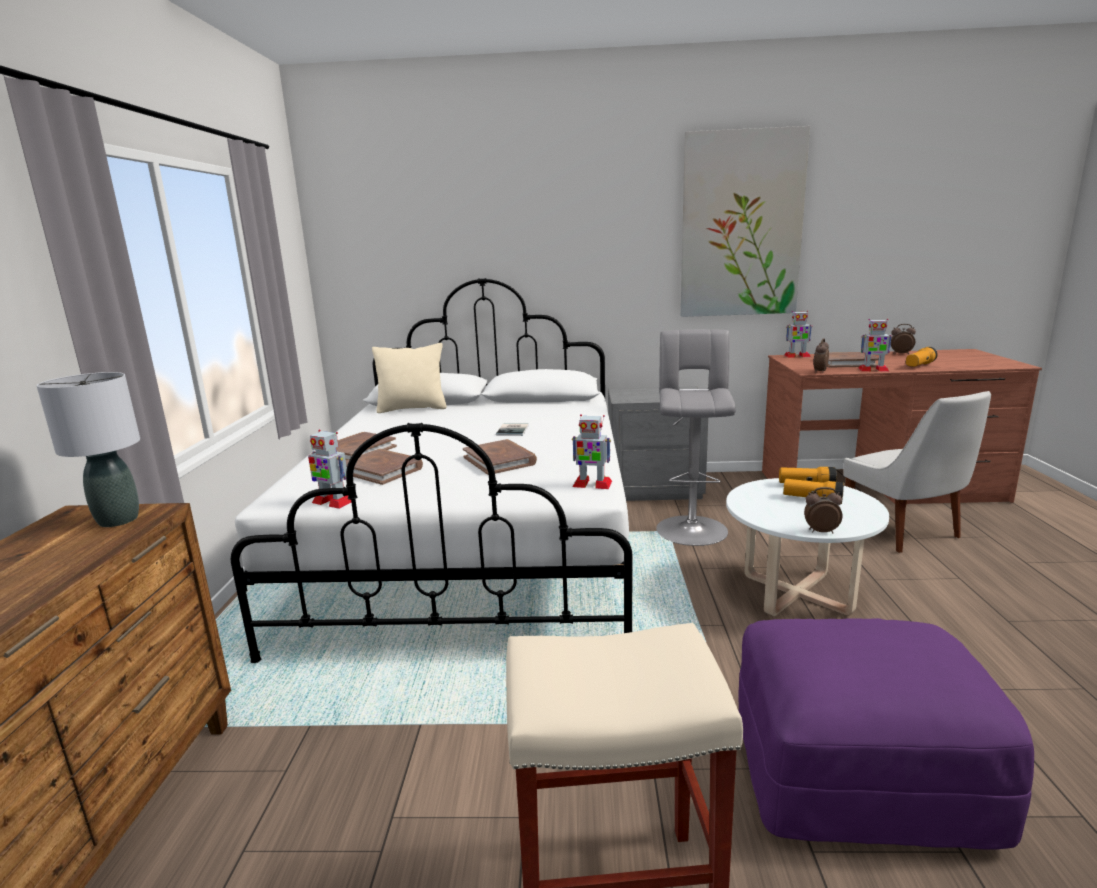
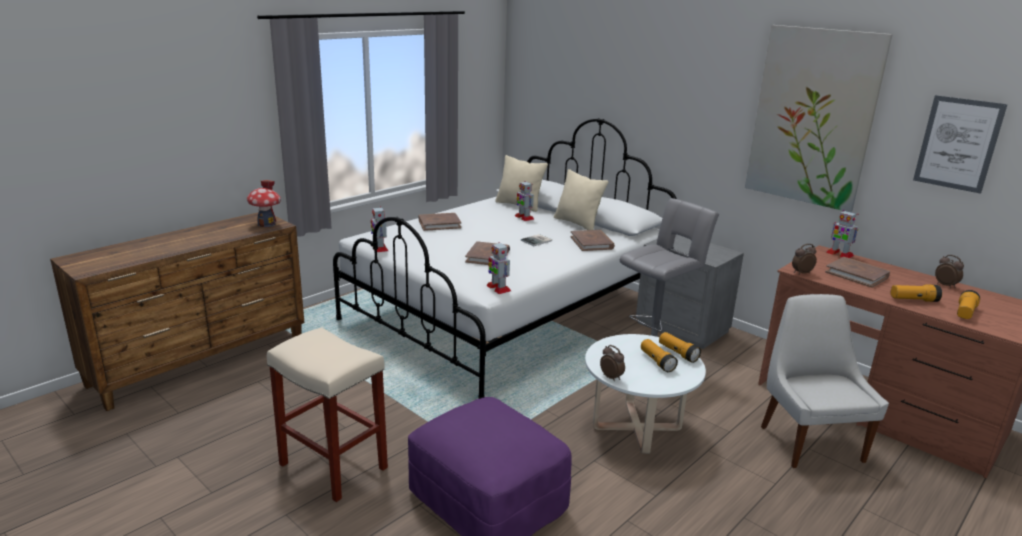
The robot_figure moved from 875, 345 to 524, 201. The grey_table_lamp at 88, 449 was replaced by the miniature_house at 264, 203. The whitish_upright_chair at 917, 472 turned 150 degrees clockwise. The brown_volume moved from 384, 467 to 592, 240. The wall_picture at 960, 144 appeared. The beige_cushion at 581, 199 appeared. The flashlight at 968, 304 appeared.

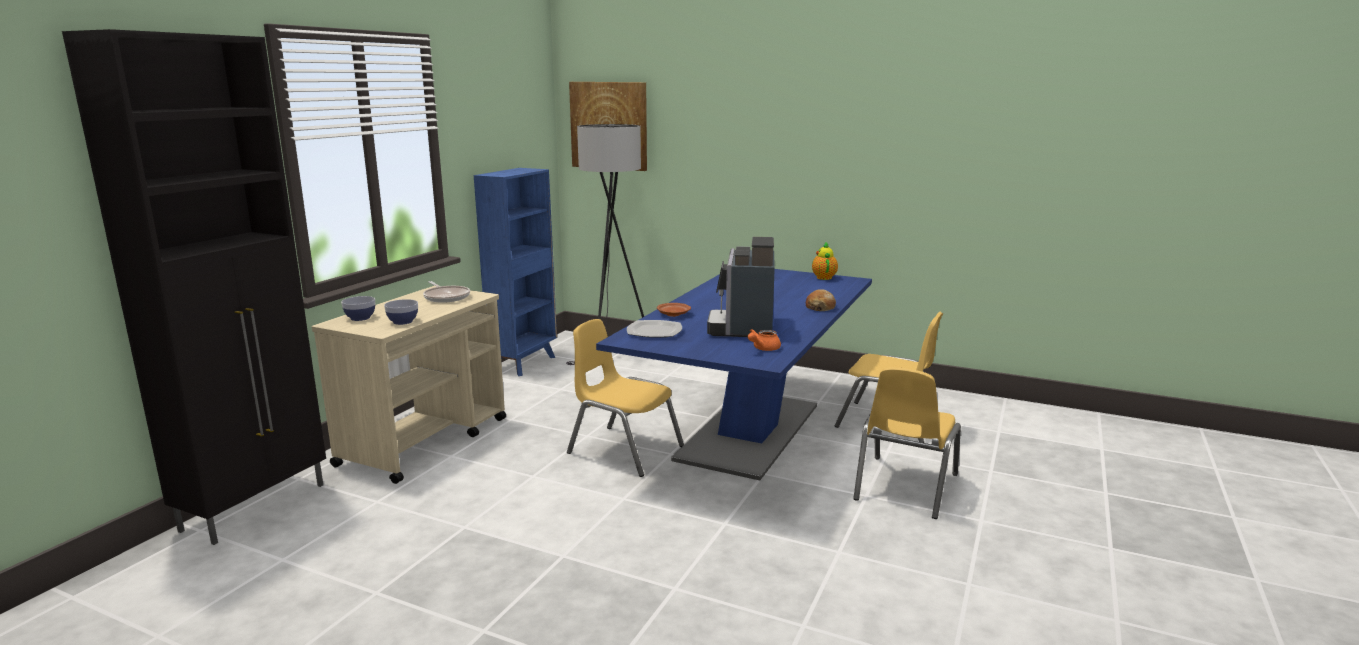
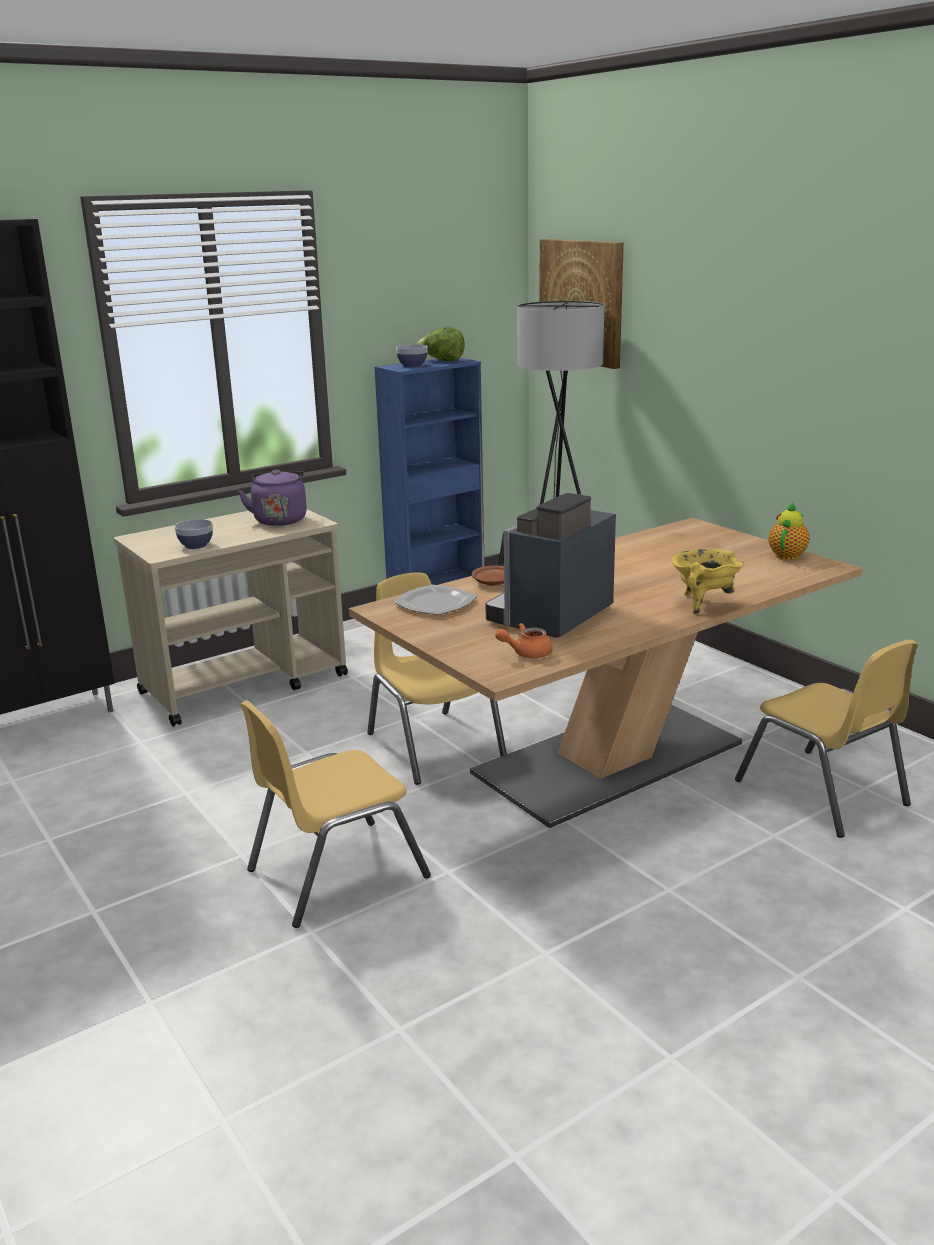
The blue_dining_table at 734, 374 became the beige_dining_table at 605, 673. The frying_pan at 446, 292 was replaced by the purple-coloured_tea_kettle at 272, 498. The baked_bread at 821, 300 was replaced by the yellowish_cooking_pot at 708, 581. The serving_bowl moved from 358, 308 to 412, 356. The yellowish_upright_chair moved from 907, 443 to 335, 814. The head_of_lettuce at 441, 344 appeared.

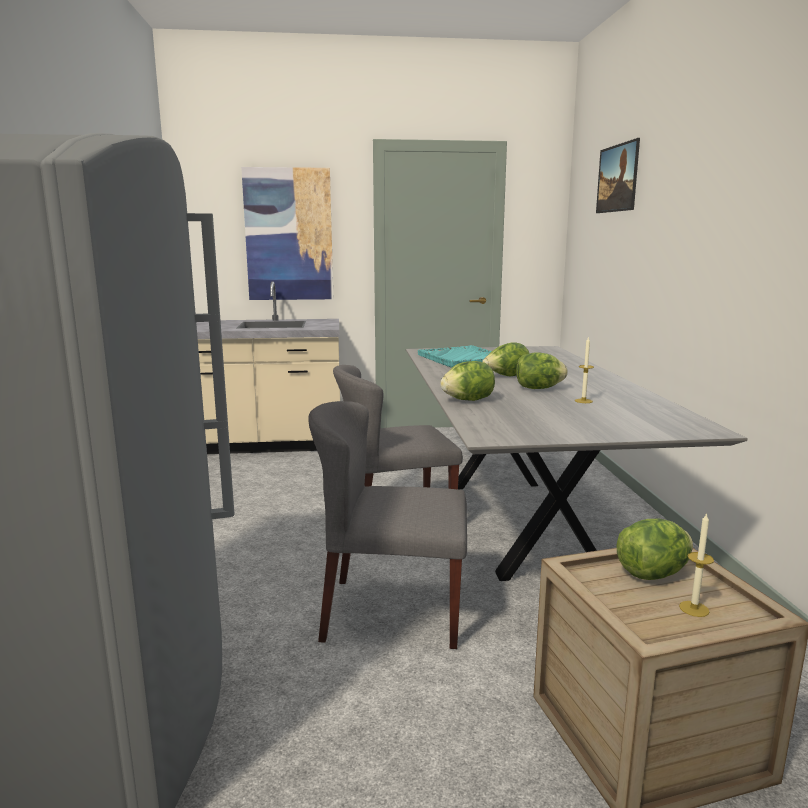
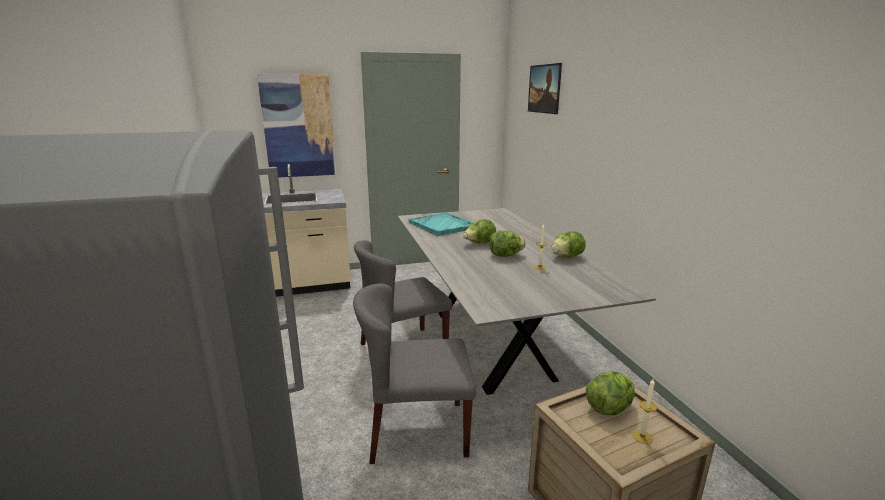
The head_of_lettuce moved from 467, 381 to 568, 244.

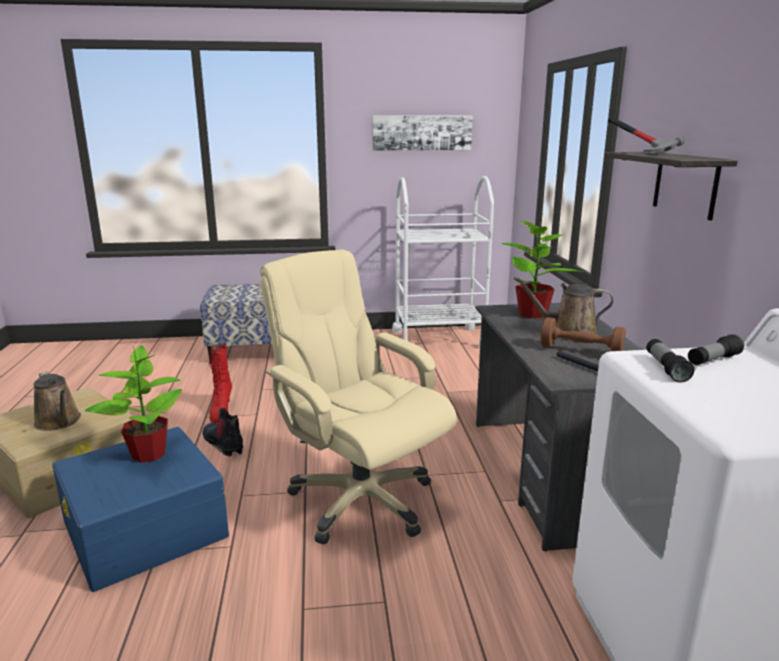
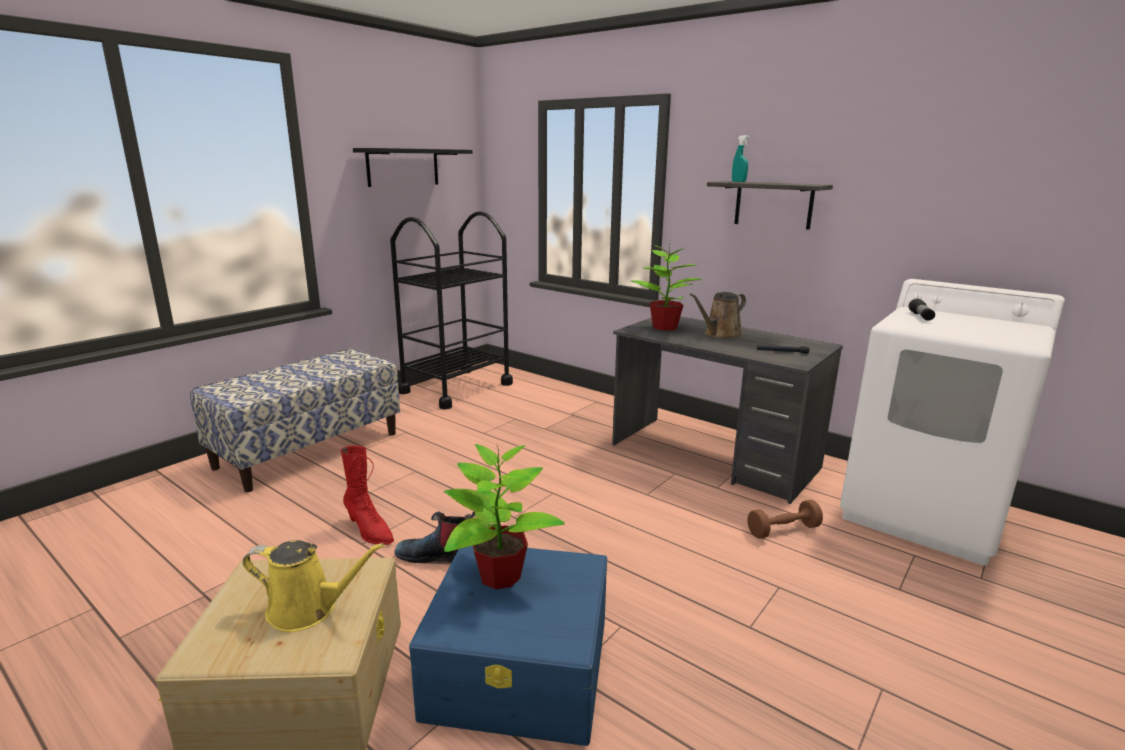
The wall_picture at 422, 133 was replaced by the blackish_shelf at 412, 167. The hand_hammer at 646, 136 was replaced by the turquoise_hand_sprayer at 740, 158. The whitish_cart at 443, 262 became the blackish_cart at 451, 310. The beige_desk_chair at 358, 397 disappeared. The brown_dumbbell moved from 583, 334 to 785, 519. The flashlight at 670, 361 disappeared. The brown_sprinkling_can at 57, 401 became the yellowish_sprinkling_can at 314, 586.

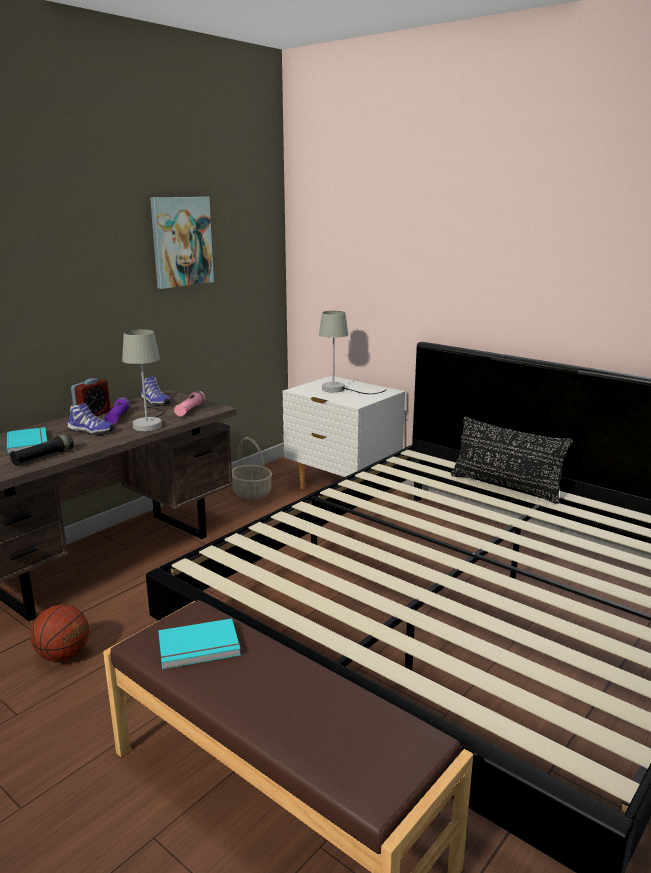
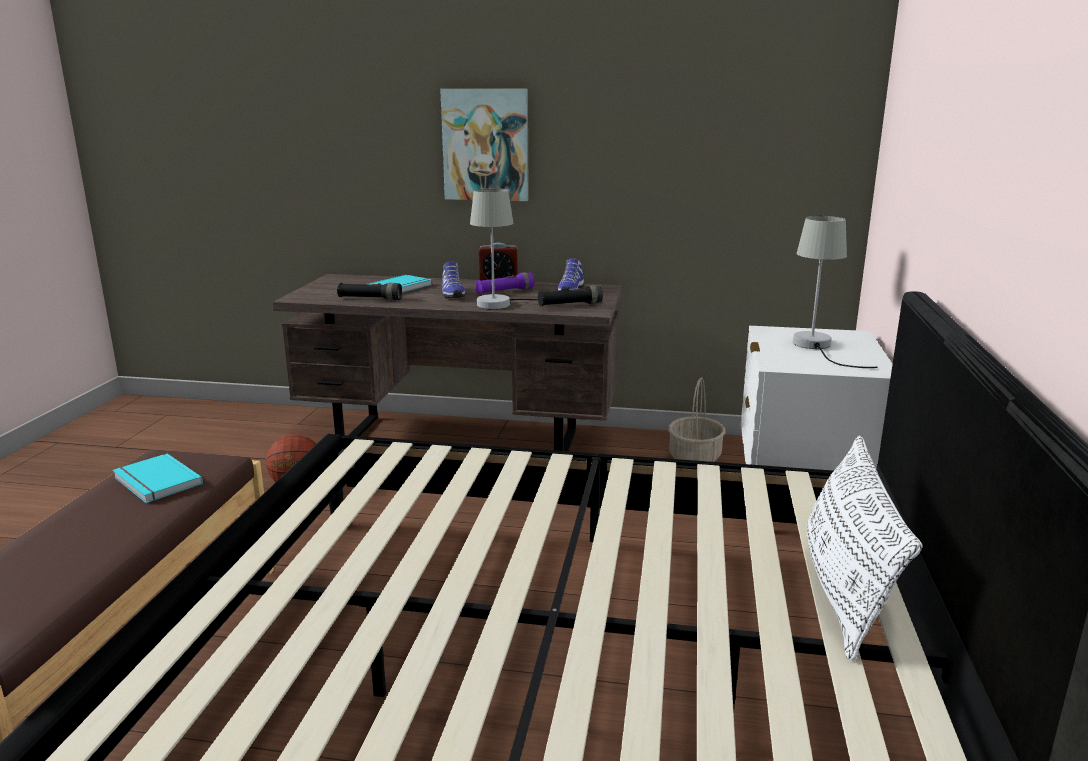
The wall_picture moved from 182, 243 to 484, 145. The pink_flashlight at 189, 403 became the blackish_flashlight at 570, 296. The blackish_cushion at 512, 460 became the whitish_cushion at 864, 548.

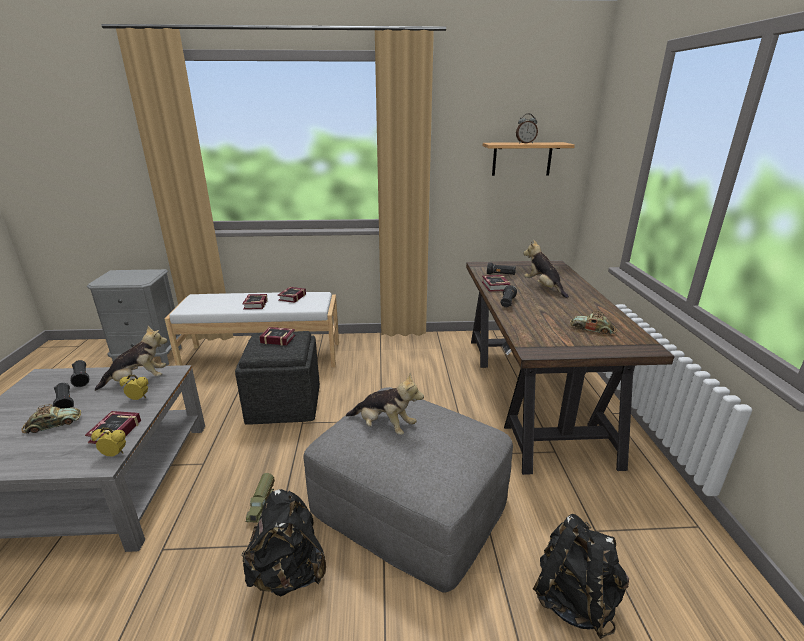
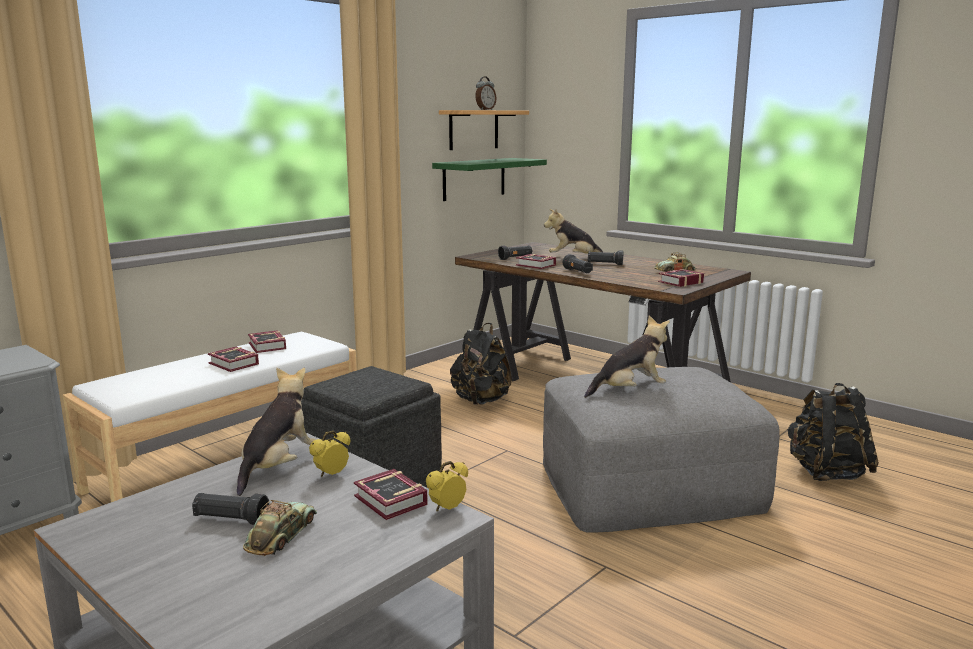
The volume moved from 277, 336 to 681, 278. The blackish_flashlight moved from 80, 373 to 605, 257. The toy_truck at 260, 497 disappeared. The blackish_rucksack moved from 283, 542 to 481, 364. The greenish_shelf at 489, 179 appeared.

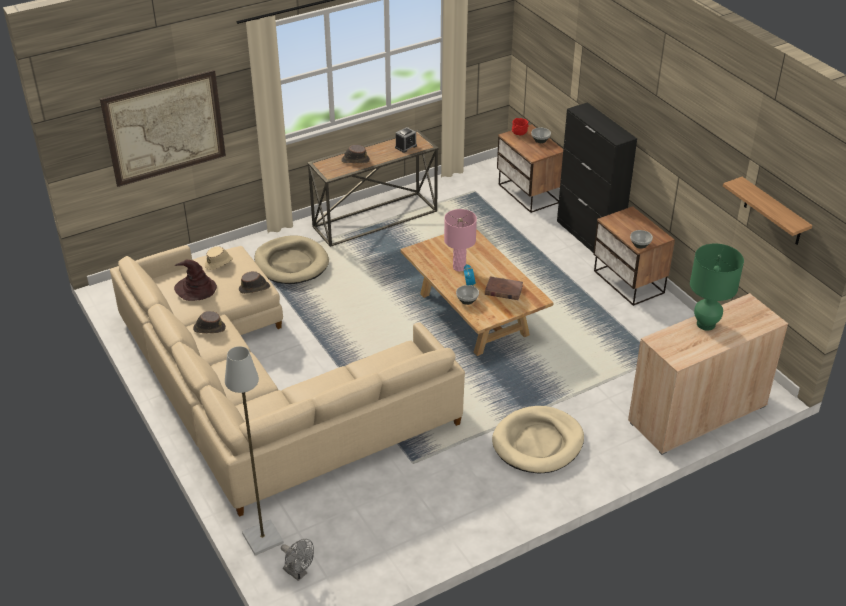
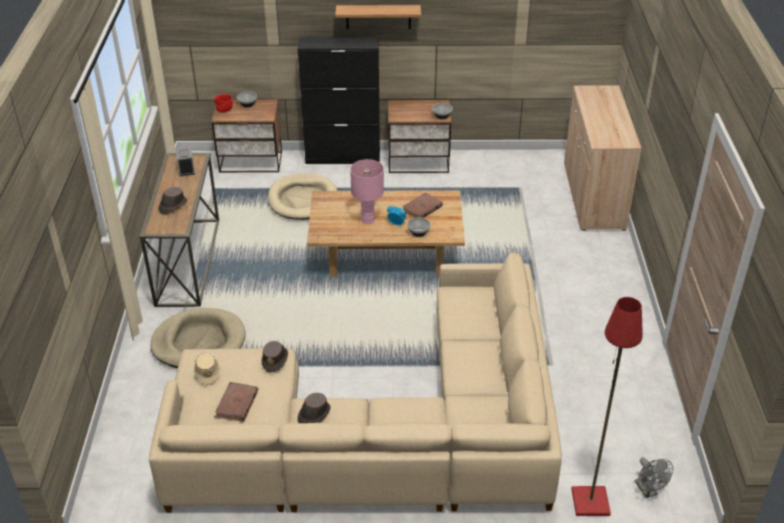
The wall_picture at 163, 128 disappeared. The shelf moved from 767, 211 to 378, 17. The greenish_table_lamp at 717, 287 disappeared. The brown_hat at 195, 280 was replaced by the brown_volume at 236, 402. The grey_floor_lamp at 254, 451 became the reddish_floor_lamp at 607, 406. The beige_pet_bed moved from 538, 439 to 302, 196. The grey_electric_fan at 297, 560 turned 90 degrees clockwise.

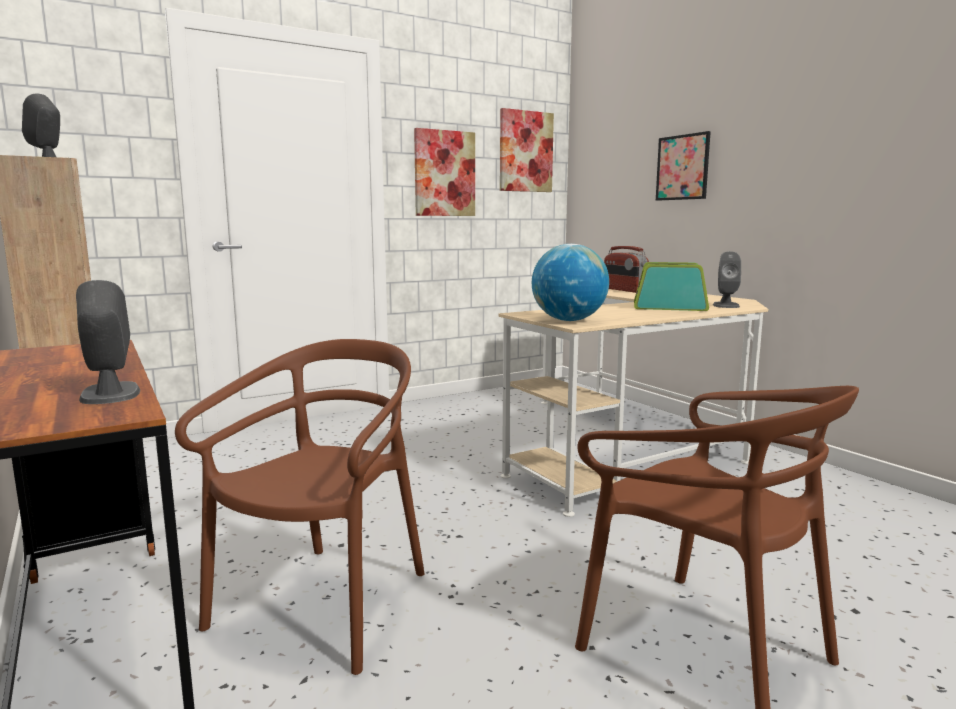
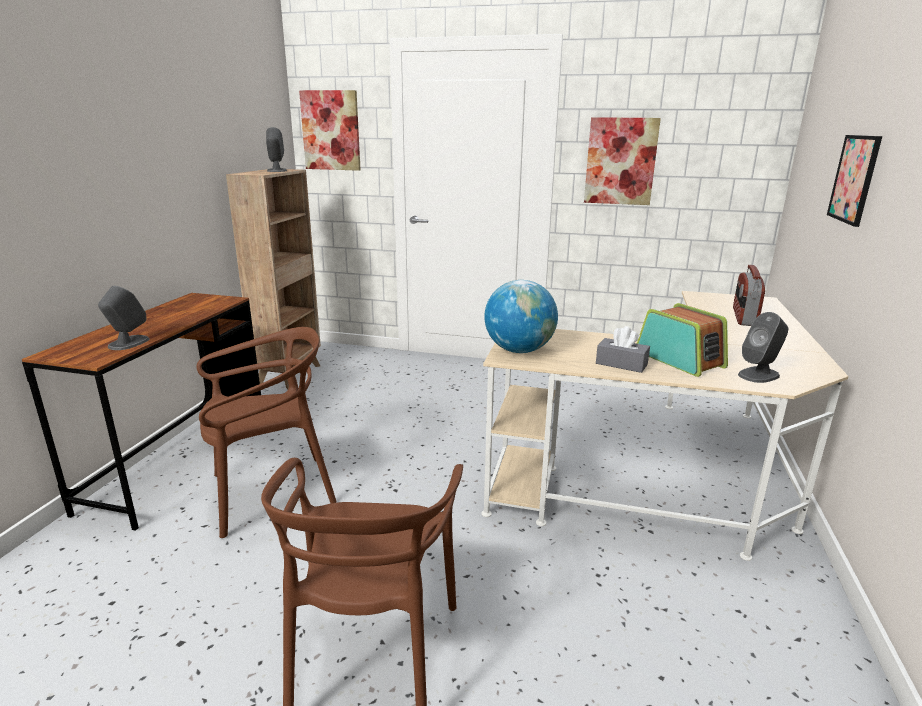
The wall_picture moved from 527, 150 to 330, 130. The grey_tissue_box at 623, 349 appeared.

